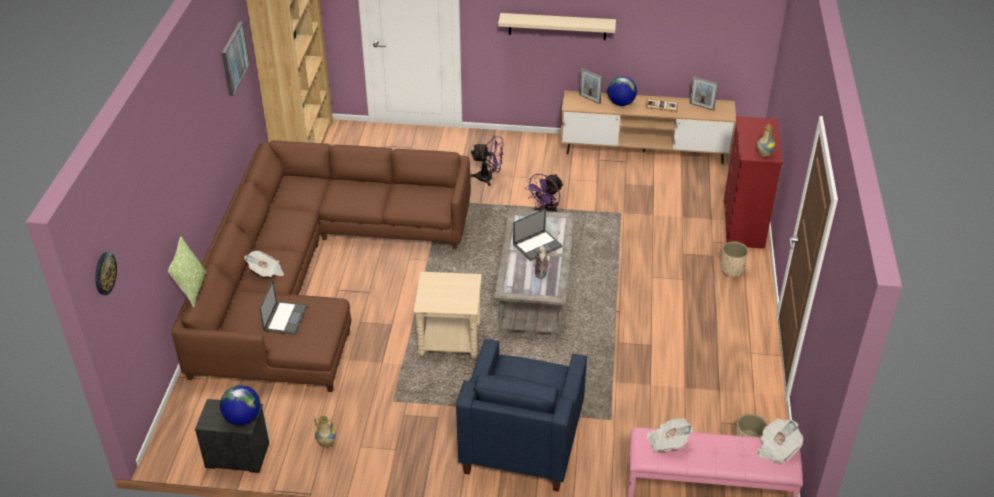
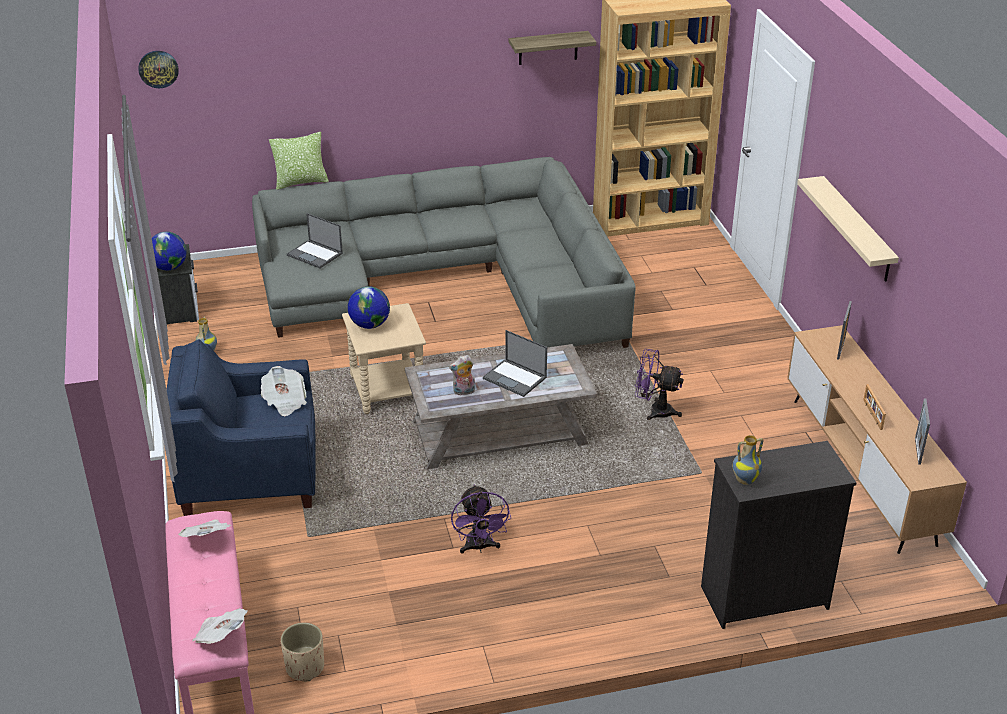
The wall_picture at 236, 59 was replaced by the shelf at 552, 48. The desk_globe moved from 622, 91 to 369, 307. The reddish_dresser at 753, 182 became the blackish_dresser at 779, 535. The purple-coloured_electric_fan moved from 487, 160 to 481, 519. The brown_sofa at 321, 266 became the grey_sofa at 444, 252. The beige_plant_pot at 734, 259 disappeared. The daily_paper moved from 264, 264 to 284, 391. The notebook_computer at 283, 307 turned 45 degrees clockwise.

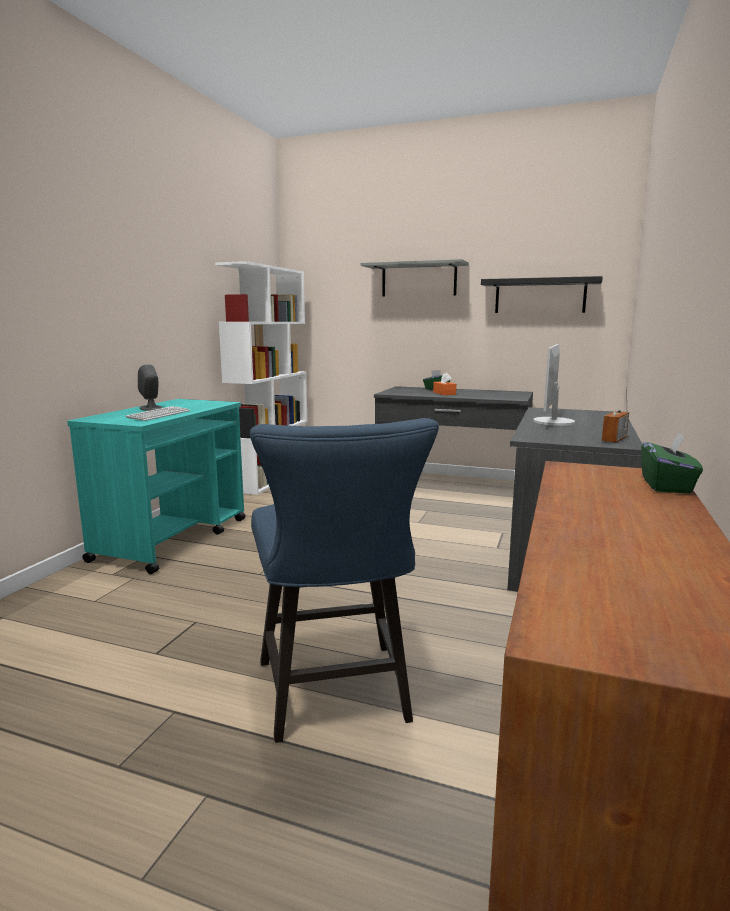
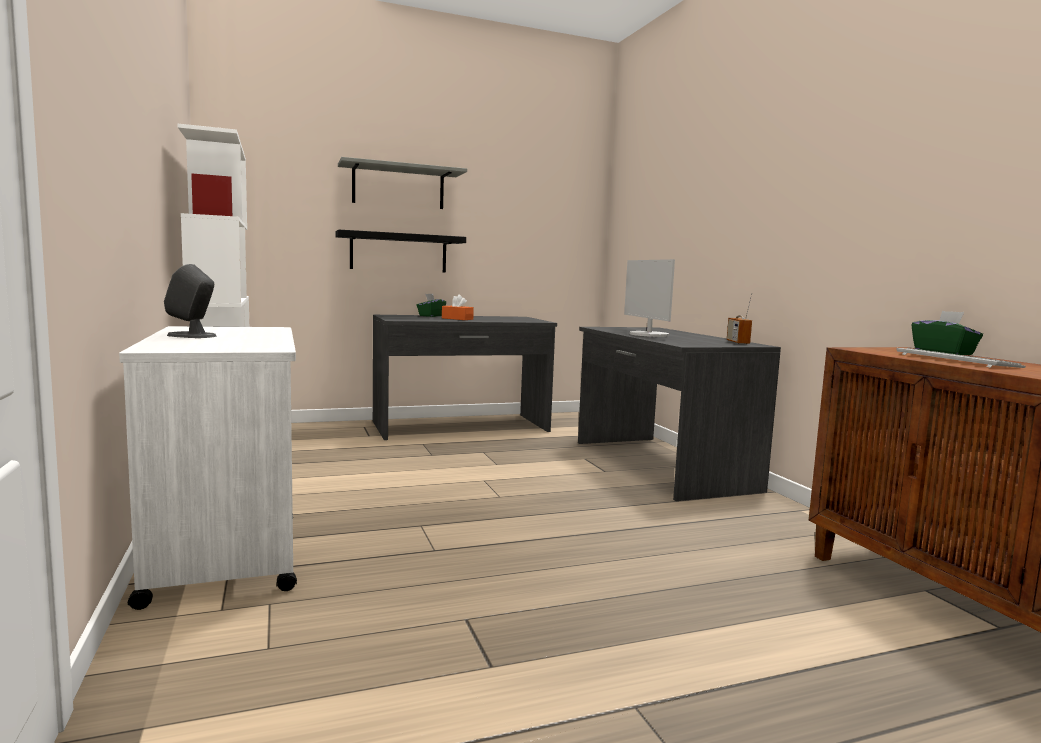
The blackish_shelf moved from 542, 294 to 401, 250. The turquoise_cart at 156, 486 became the whitish_cart at 208, 468. The PC_keyboard moved from 158, 413 to 961, 358. The blue_upright_chair at 344, 580 disappeared.

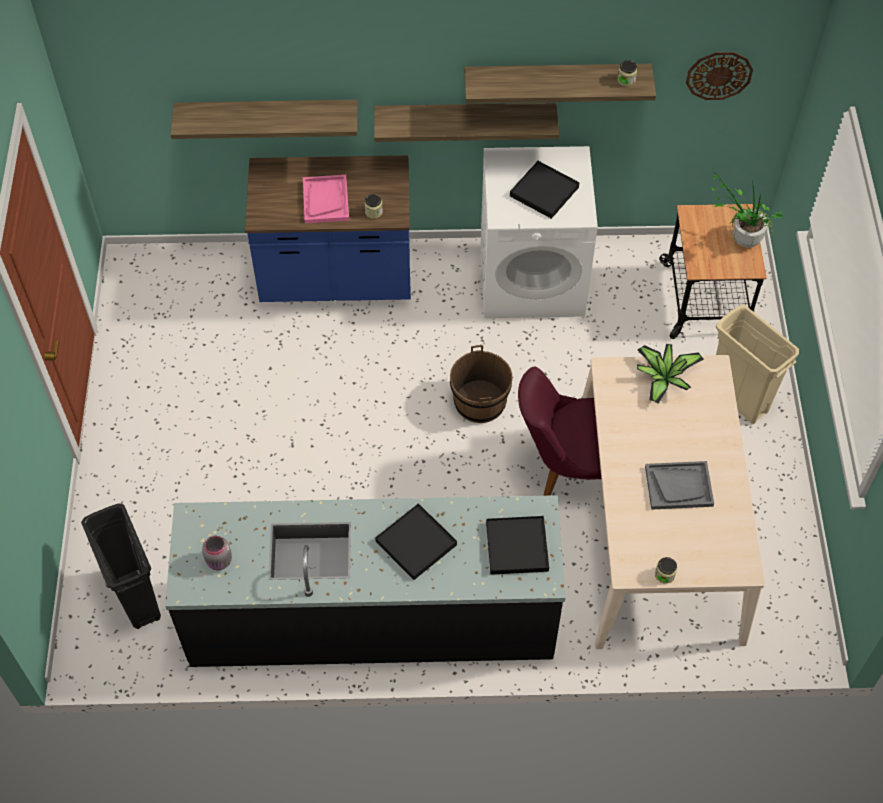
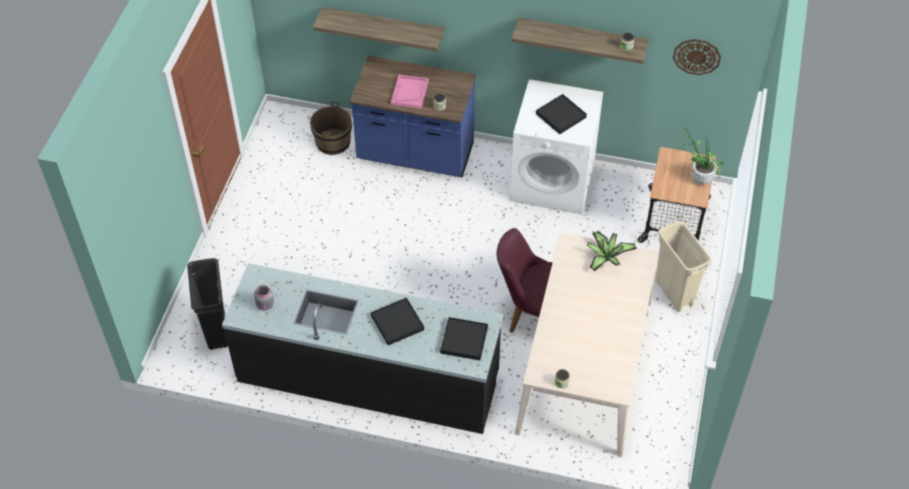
The shelf at 466, 122 disappeared. The brown_water_bucket moved from 481, 384 to 331, 128. The grey_tray at 679, 485 disappeared.

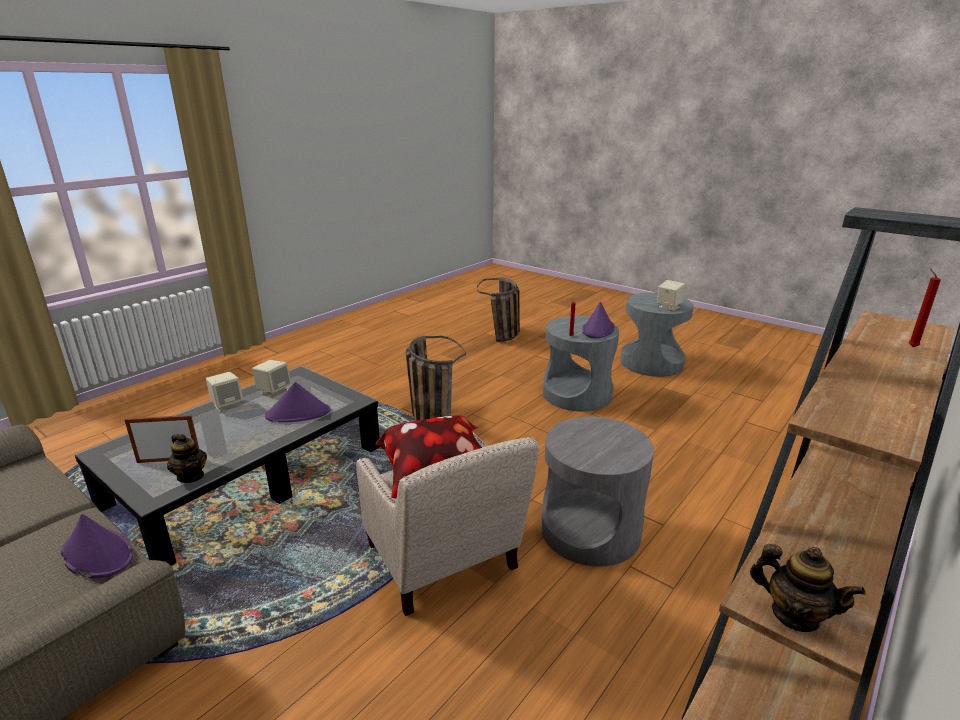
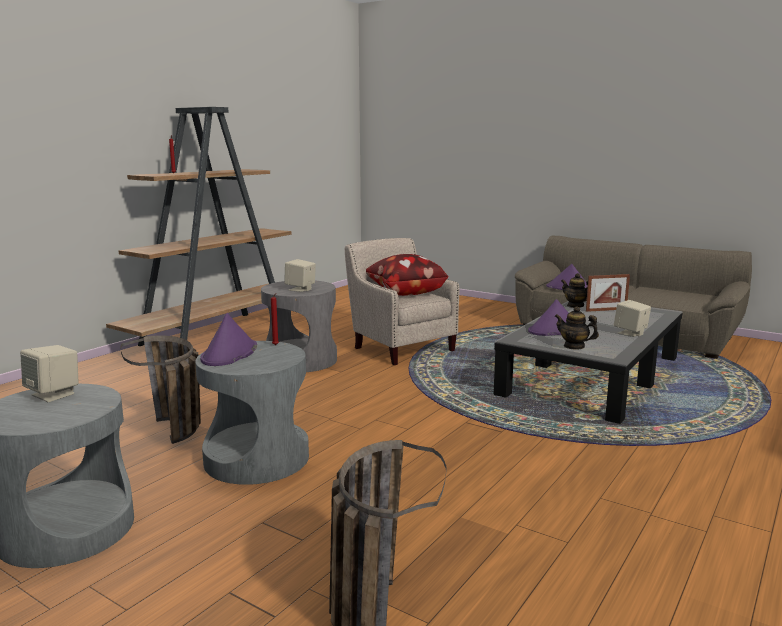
The household_basket moved from 436, 378 to 160, 390. The beige_speaker moved from 271, 379 to 300, 275. The pot_for_tea moved from 808, 588 to 577, 328.

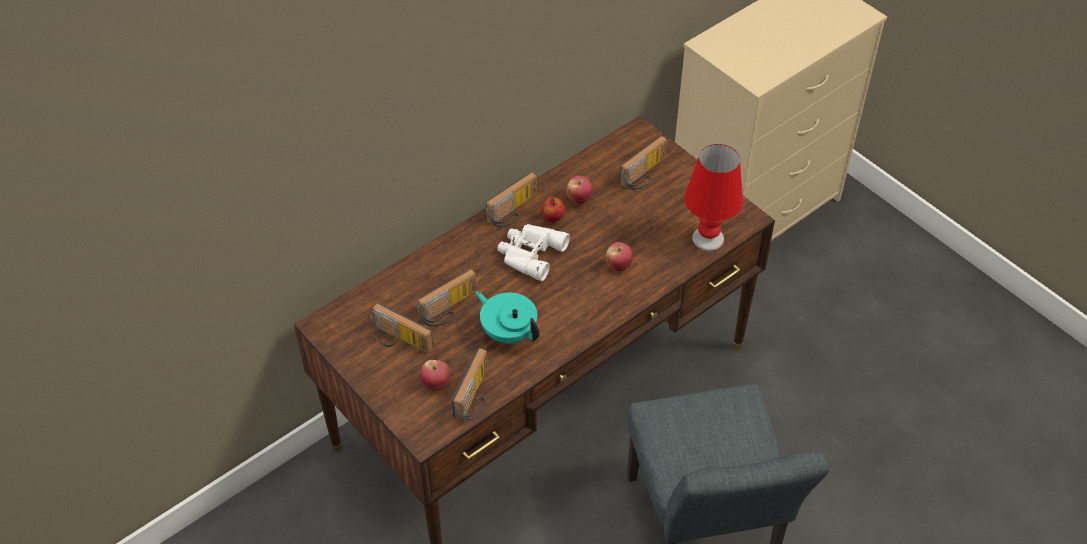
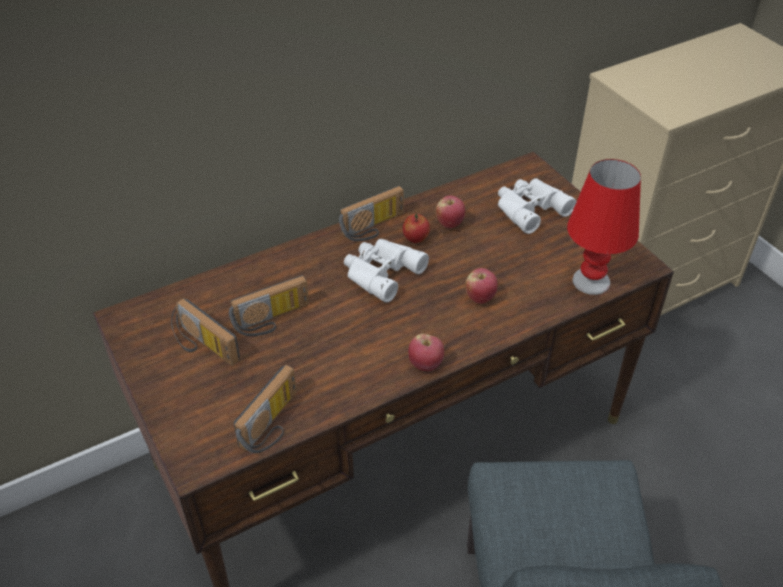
The radio_receiver at 643, 163 was replaced by the whitish_field_glasses at 537, 206. The turquoise_pot_for_tea at 507, 317 disappeared. The apple moved from 435, 375 to 426, 352.

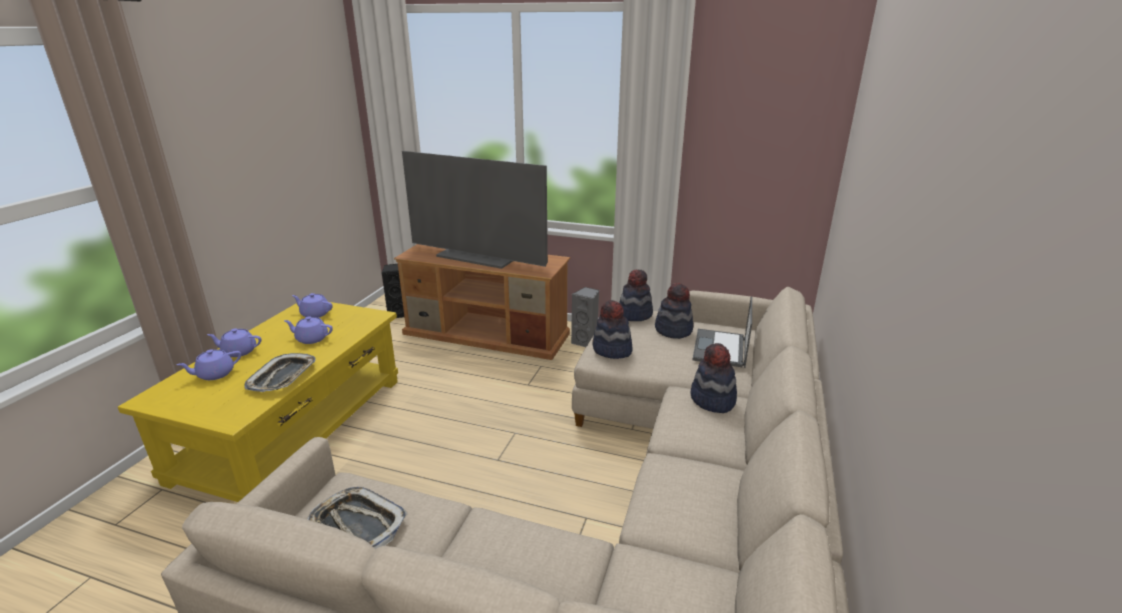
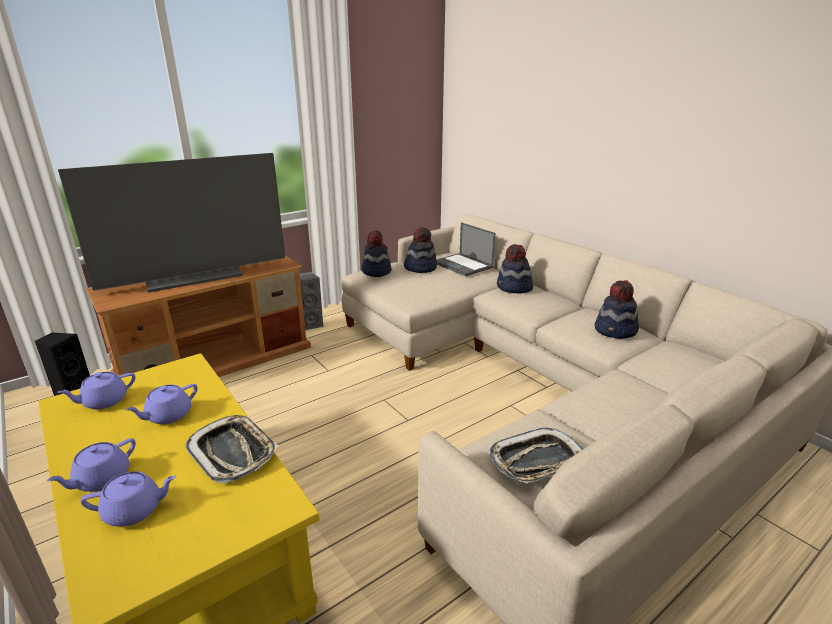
The hat moved from 612, 329 to 617, 309. The purple-coloured_pot_for_tea at 208, 364 turned 105 degrees counterclockwise.

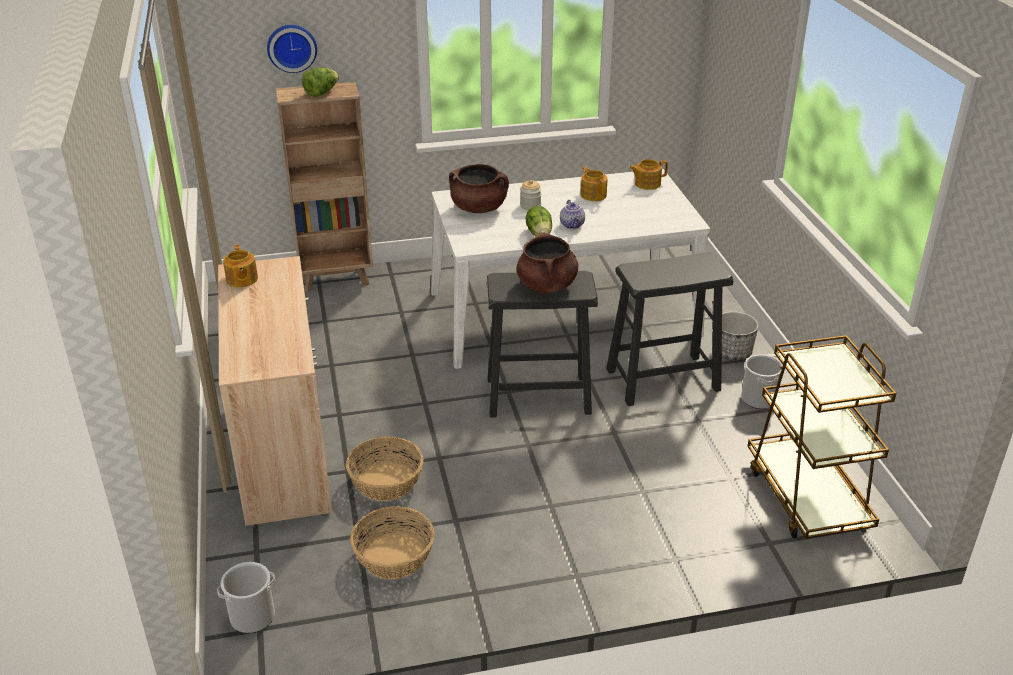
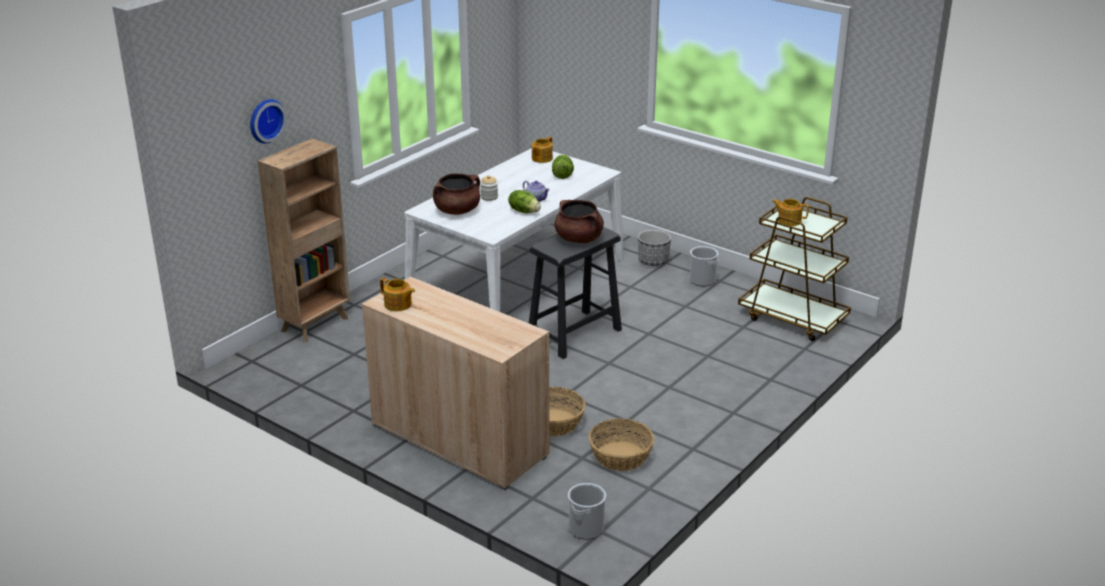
The head_of_lettuce moved from 320, 82 to 563, 167. The pot_for_tea moved from 594, 183 to 790, 212. The blackish_stool at 669, 329 disappeared.

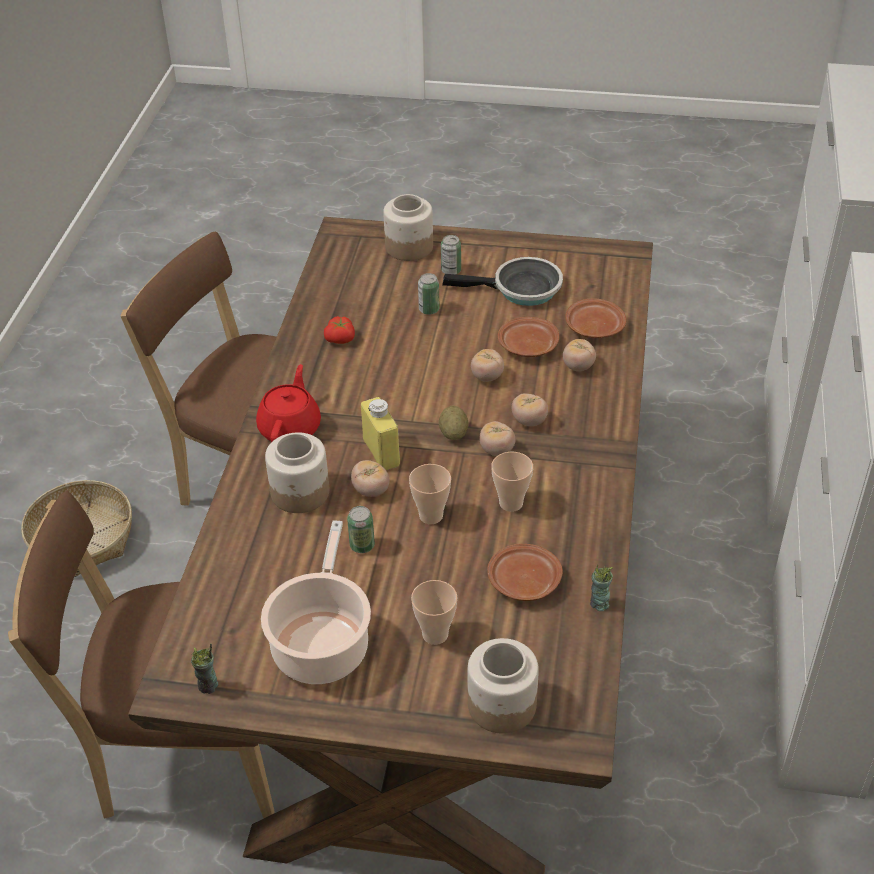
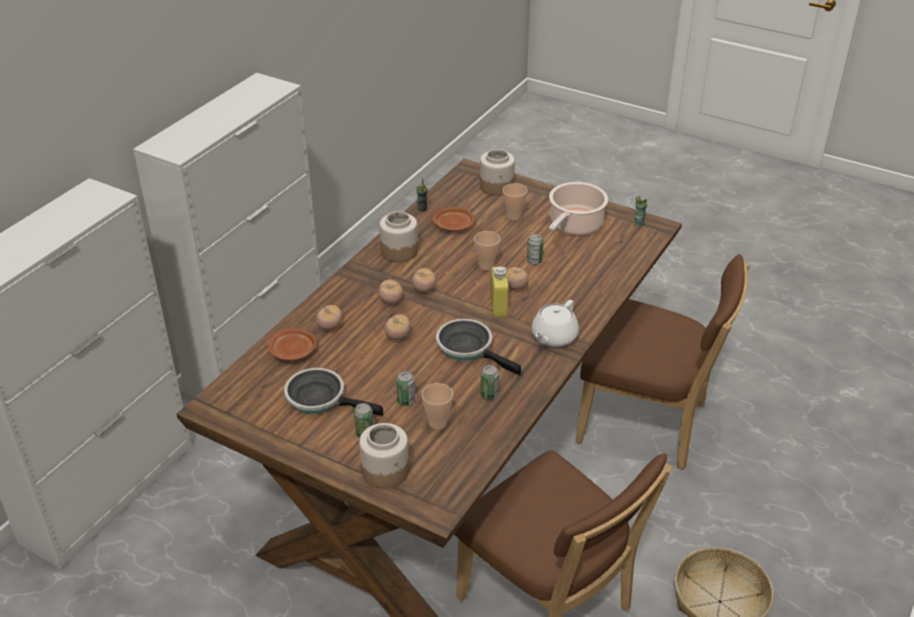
The tomato at 339, 330 was replaced by the sealed_can at 490, 382. The brown_flat_dish at 528, 337 disappeared. The reddish_pot_for_tea at 288, 403 became the whitish_pot_for_tea at 555, 323. The spud at 453, 423 disappeared. The jar moved from 297, 472 to 398, 236. The small_cup moved from 512, 482 to 437, 406. The frying_pan at 478, 347 appeared.

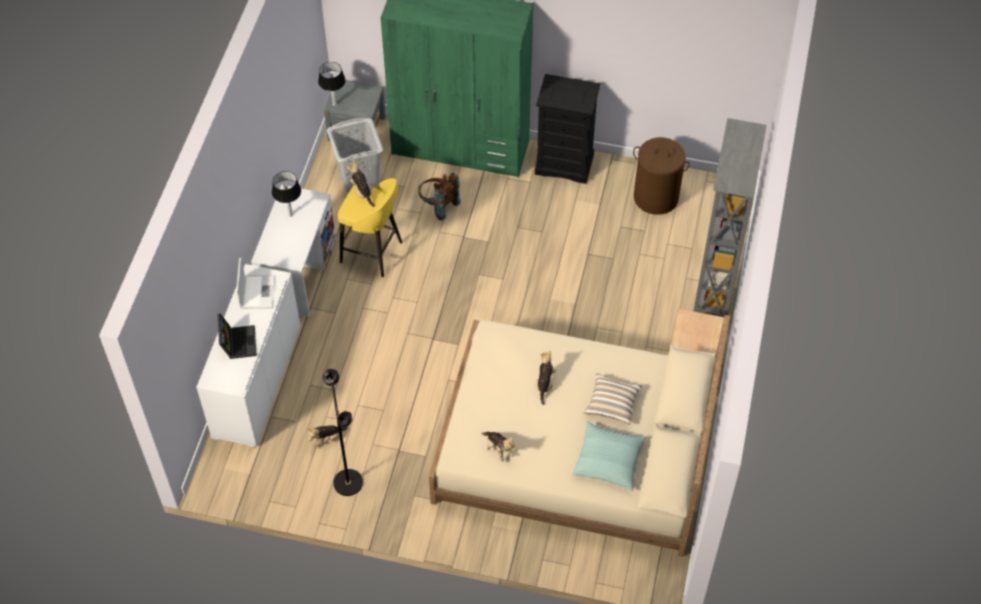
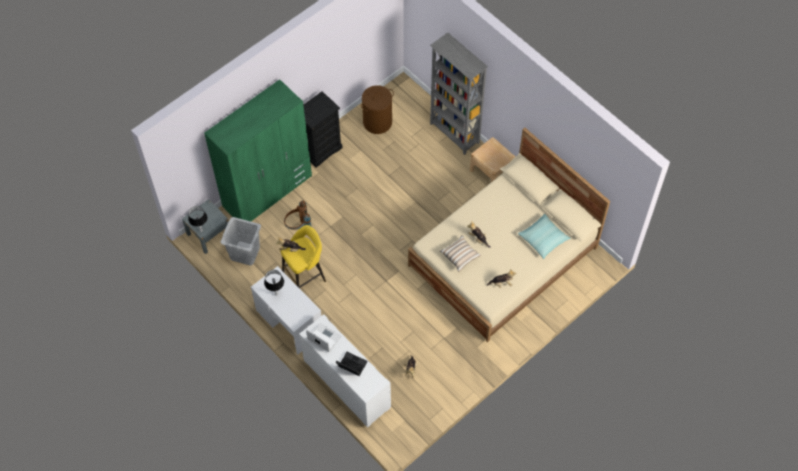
The blackish_floor_lamp at 343, 432 disappeared. The cushion moved from 613, 399 to 460, 253.

